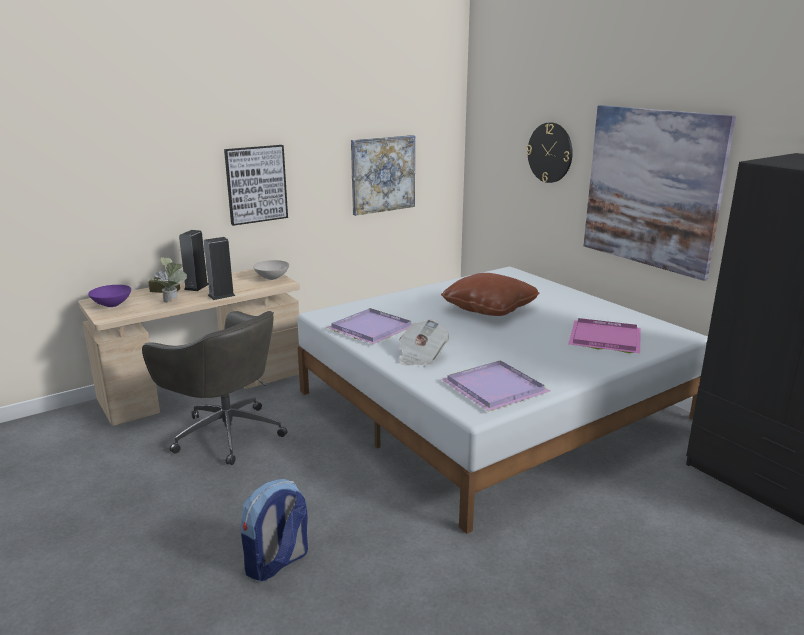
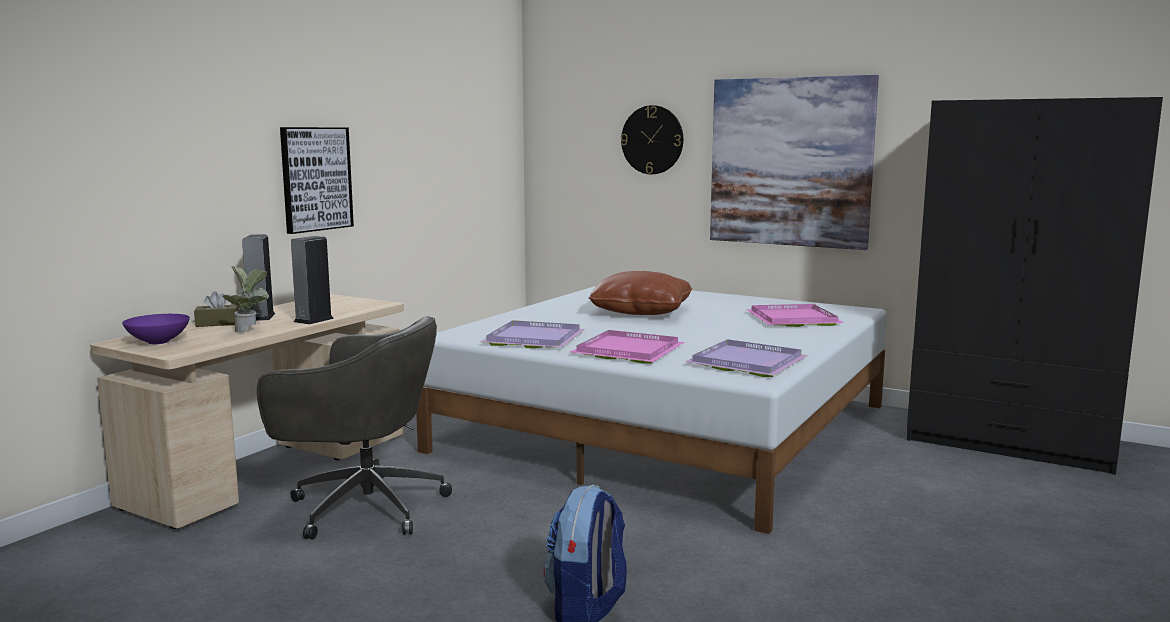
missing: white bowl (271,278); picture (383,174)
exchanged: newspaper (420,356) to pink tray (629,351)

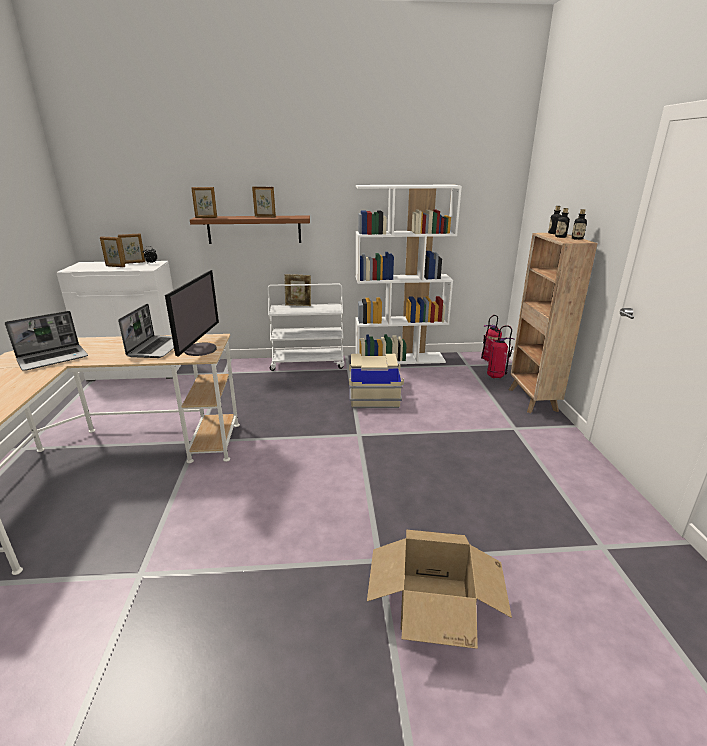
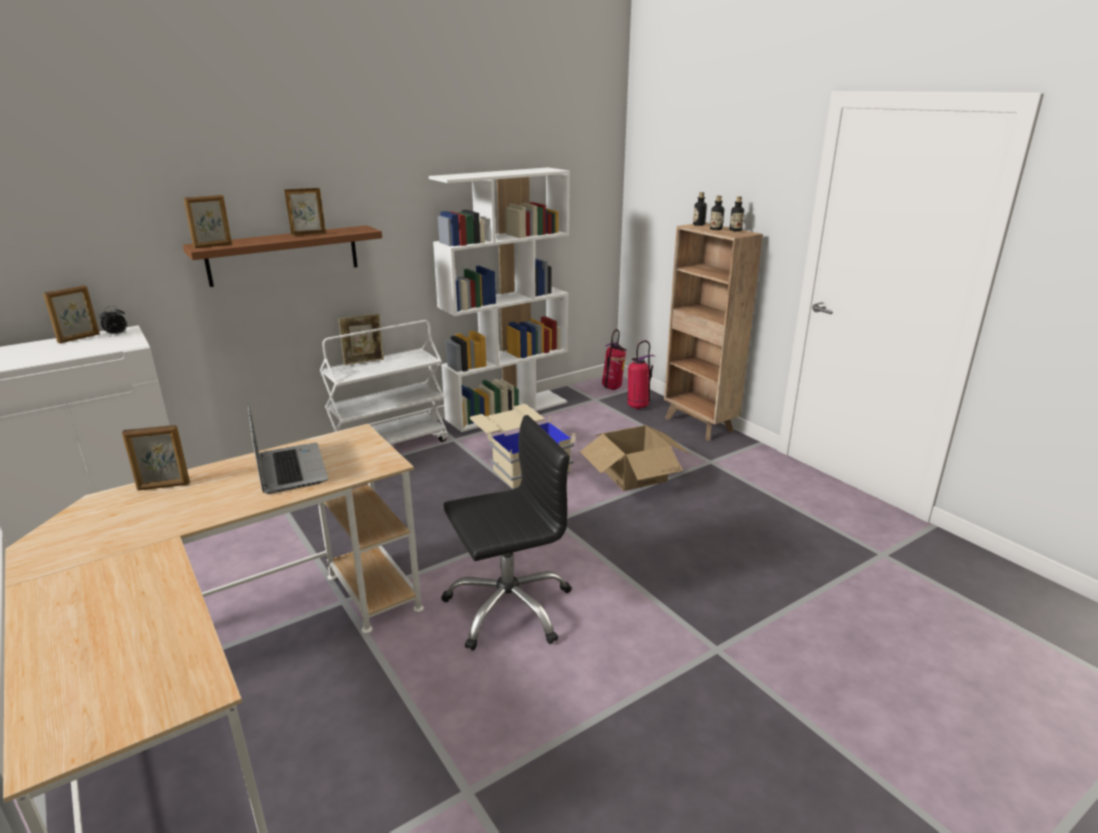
missing: laptop (53,358); monitor (199,349)
appeared: black office chair (508,607)
relocated: picture frame (115,266) to (163,486); cardboard box (435,604) to (634,474)

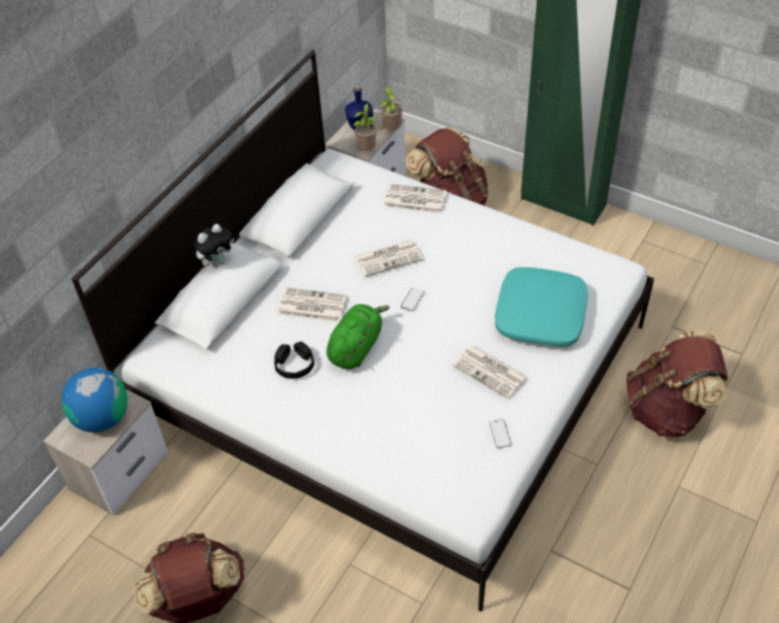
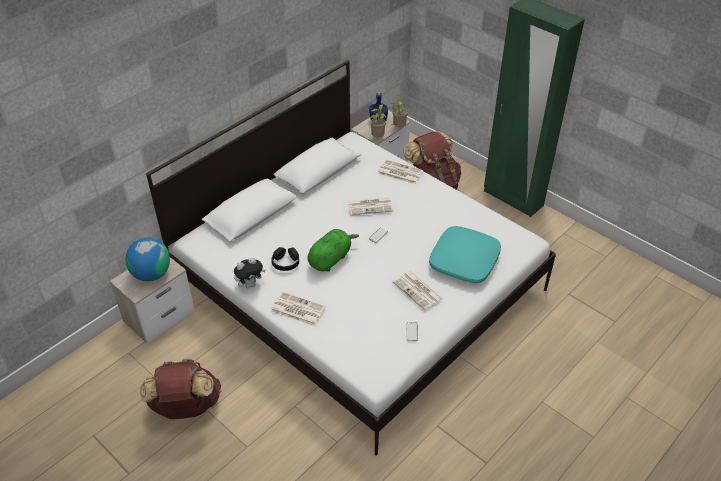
missing: brown backpack (668,410)
relocated: plush toy (217,262) to (250,284); newspaper (311,305) to (297,309)

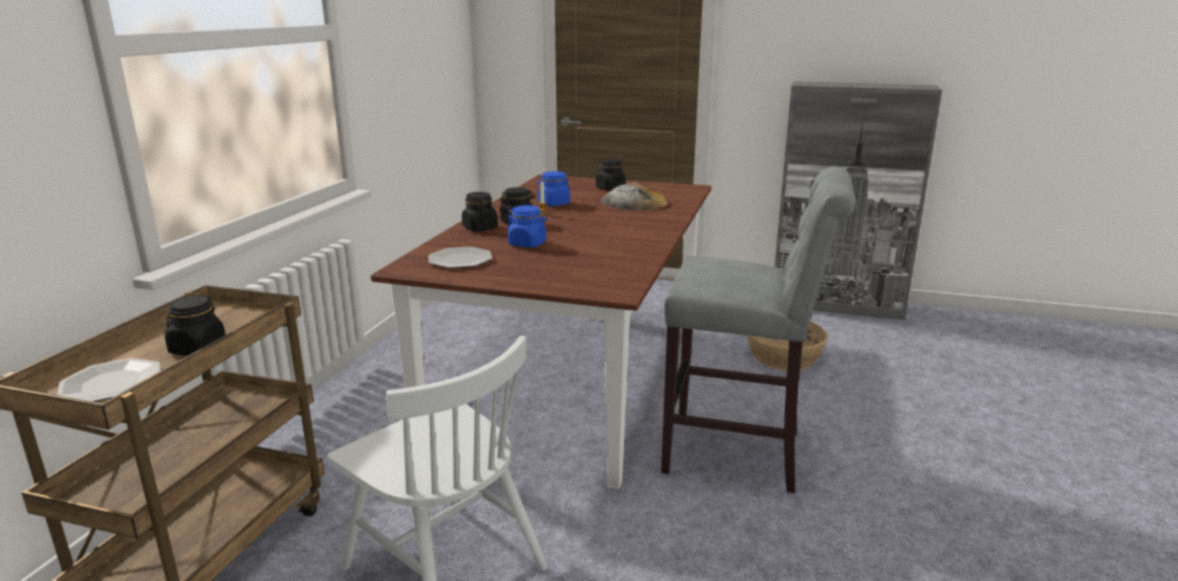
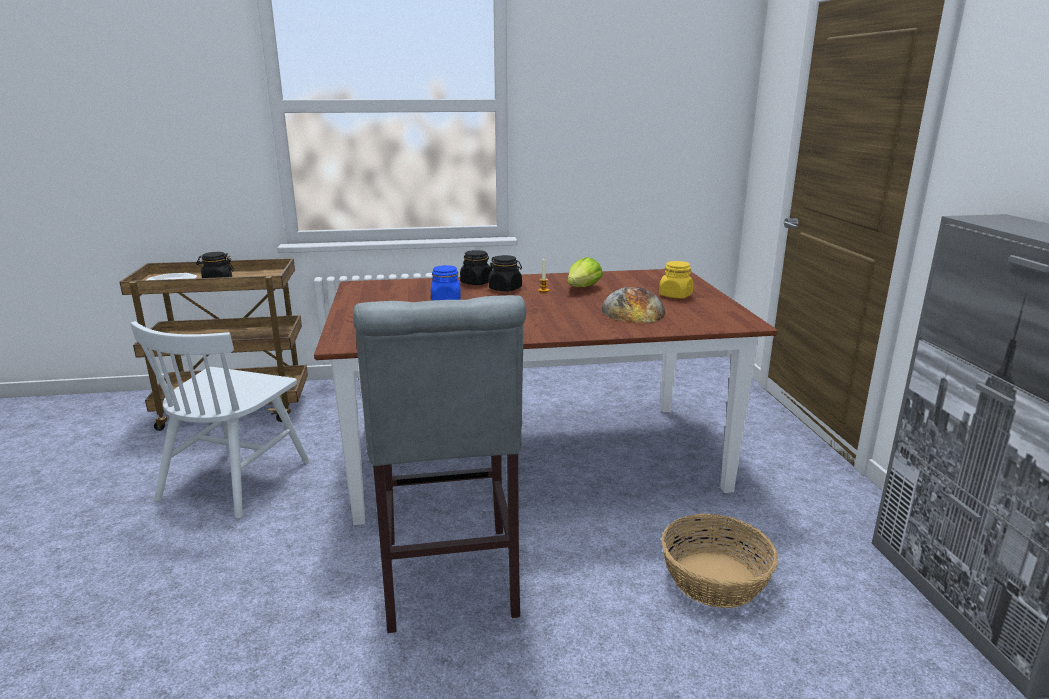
missing: plate (460,260)
exchanged: blue jar (553,204) to lettuce (583,288)
colour: black jar (610,188) to yellow jar (675,295)

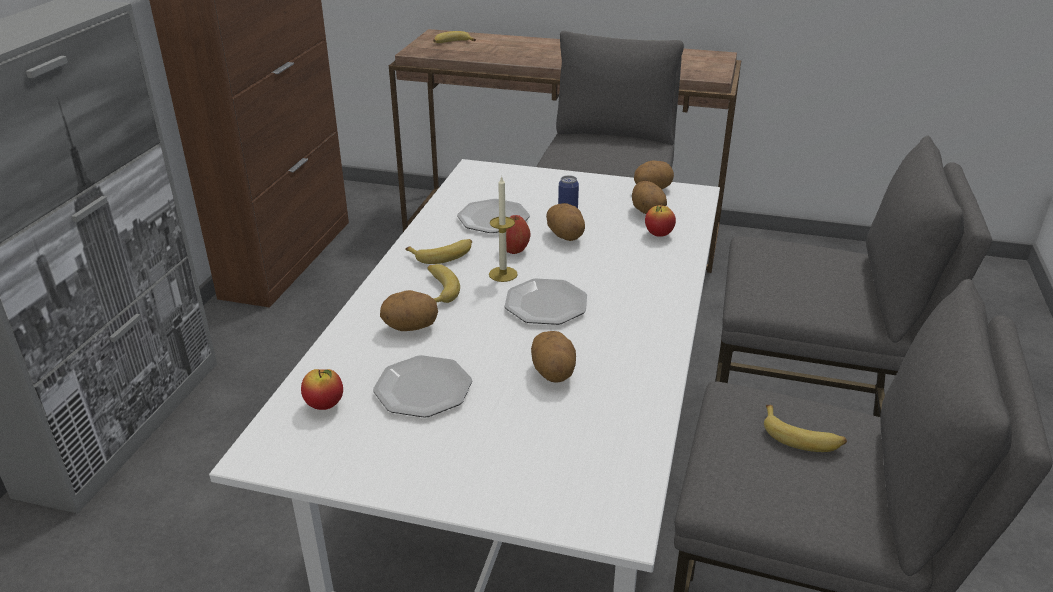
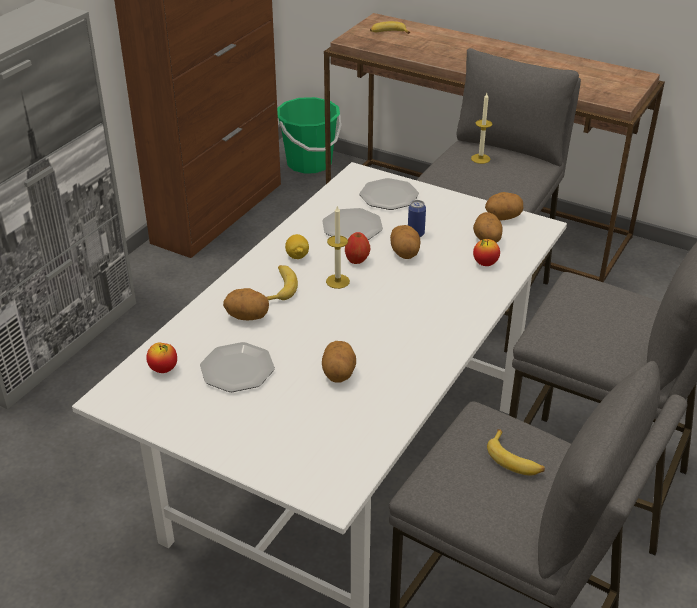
appeared: green bucket (309,163); candle (480,158)
relocated: plate (546,305) to (388,197)
exchanged: banana (443,255) to lemon (297,256)

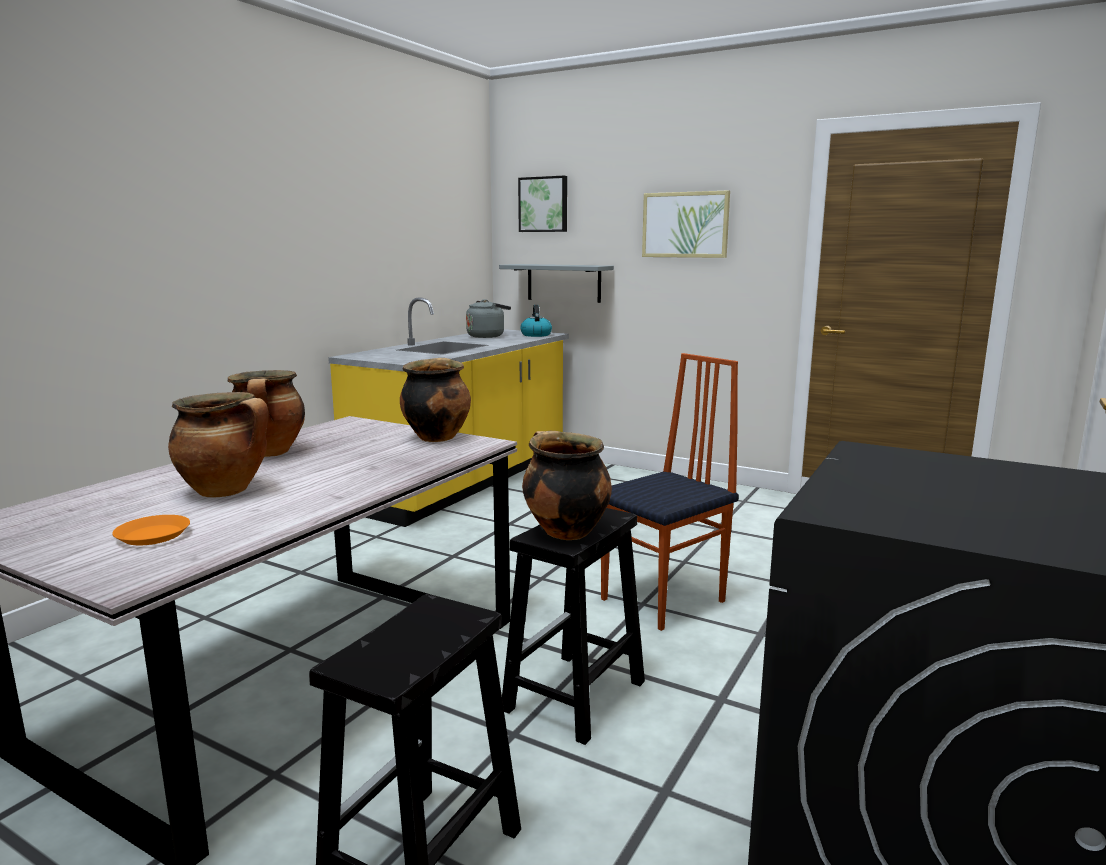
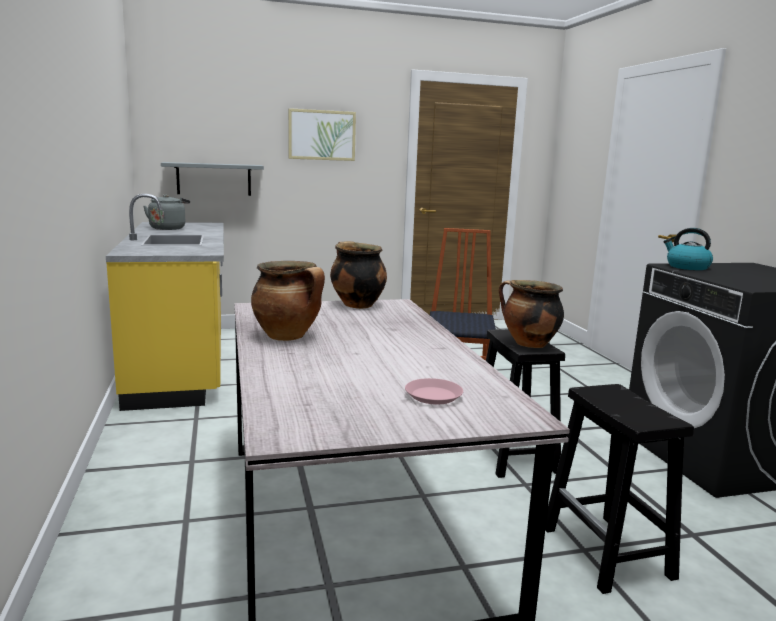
missing: cooking pot (226,491); picture (544,204)
relocated: kettle (536,335) to (687,267)
colour: orange plate (152,535) to pink plate (433,396)

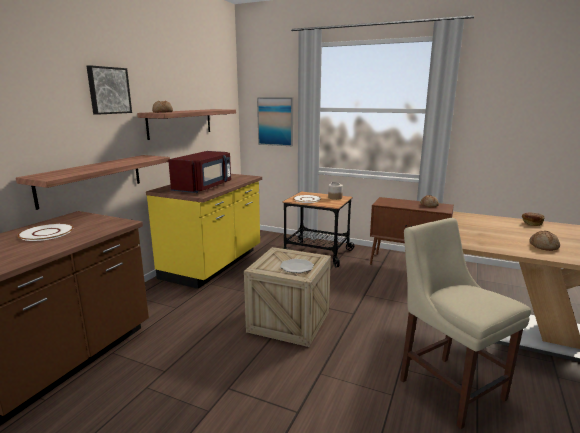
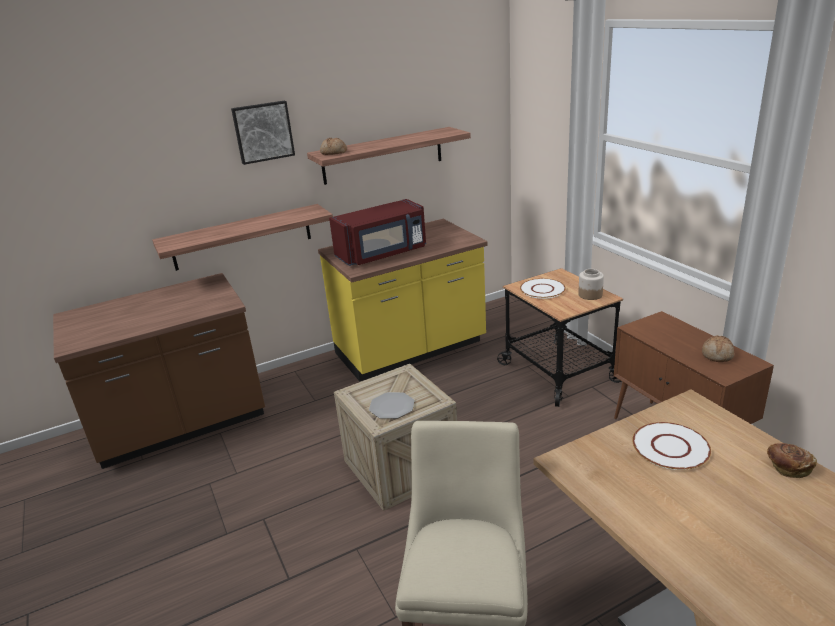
missing: picture (275,121); bread (543,246)
relocated: white plate (47,233) to (671,447)

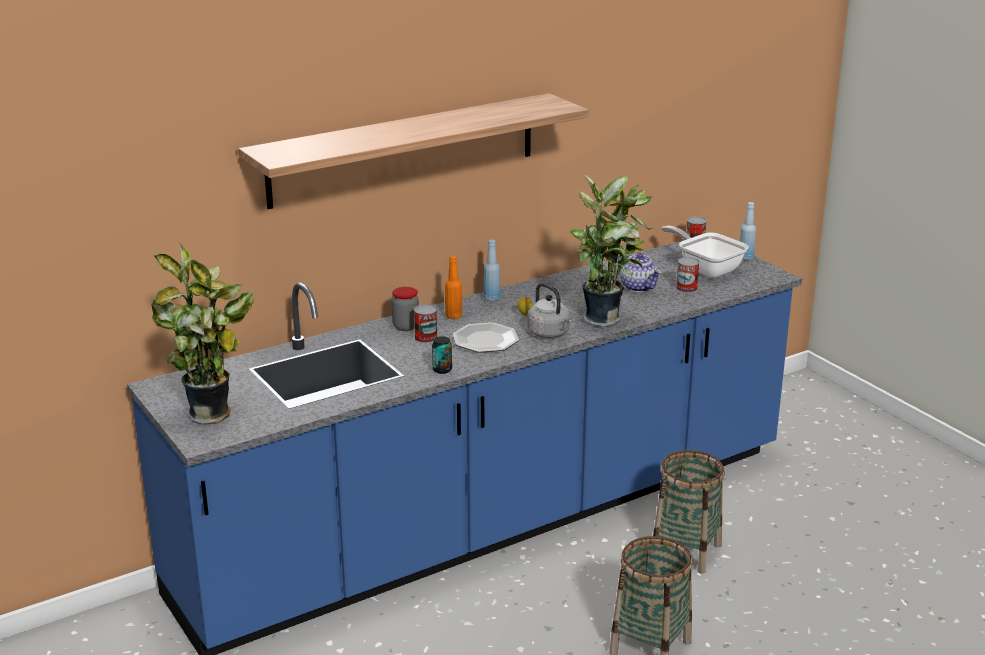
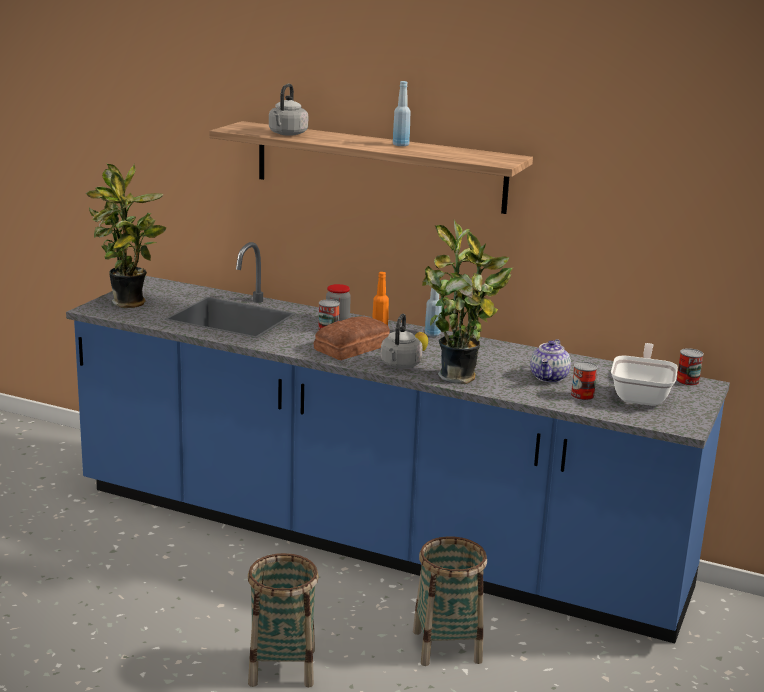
missing: can (442,370)
appeared: grey kettle (287,134)
relocated: blue bottle (746,258) to (400,145)
exchanged: plate (485,340) to bread (354,348)

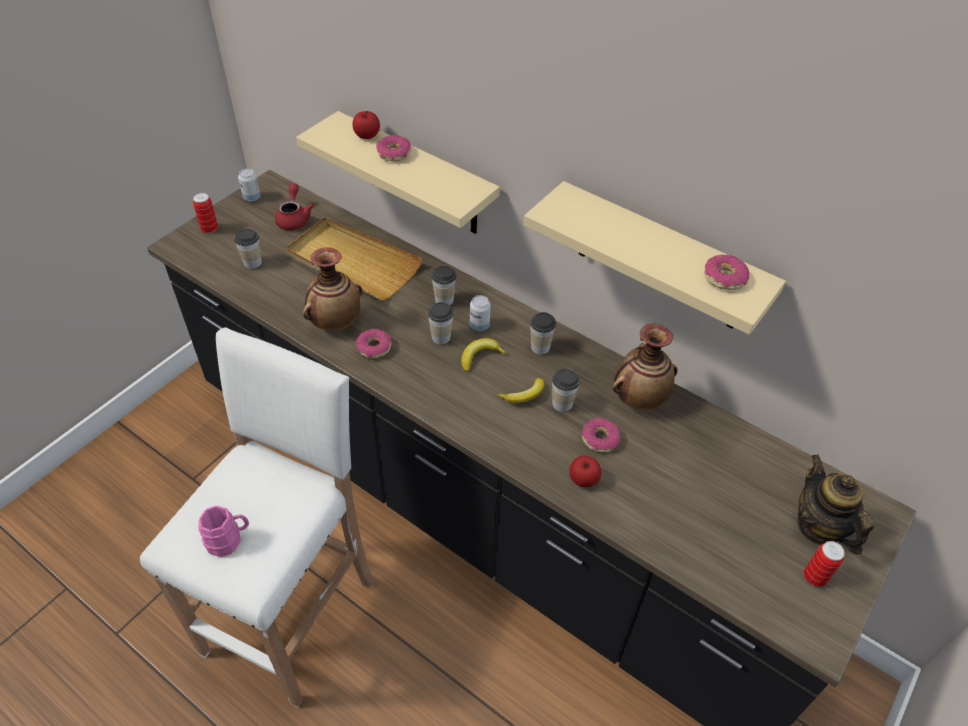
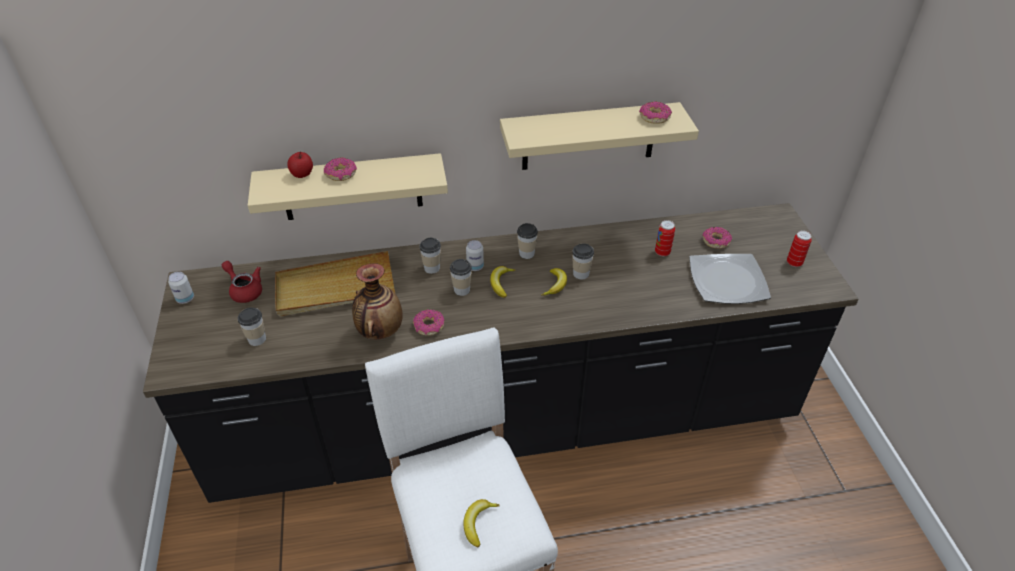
missing: apple (583,479); vase (639,398); teapot (819,527)
appeared: plate (727,281)
relocated: can (210,229) to (662,252); donut (600,439) to (716,241)
exchanged: pink mug (229,540) to banana (478,523)

